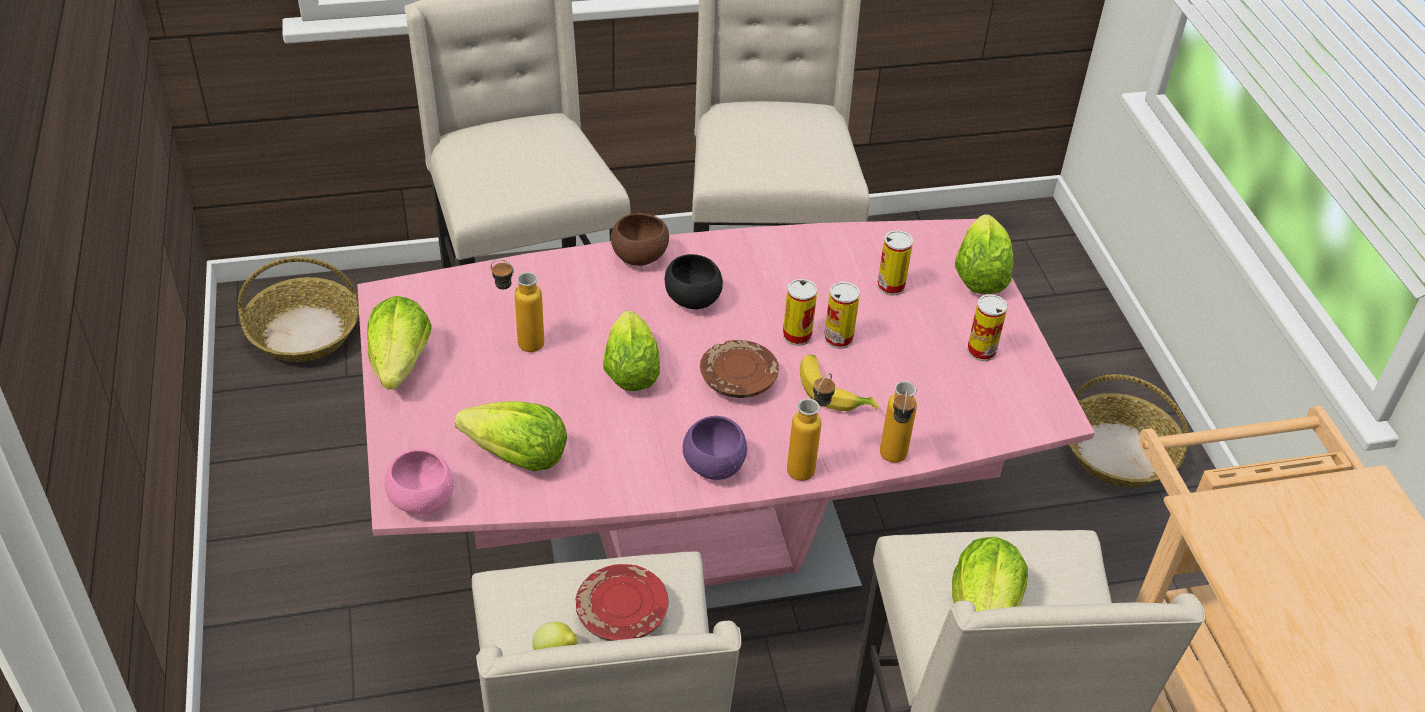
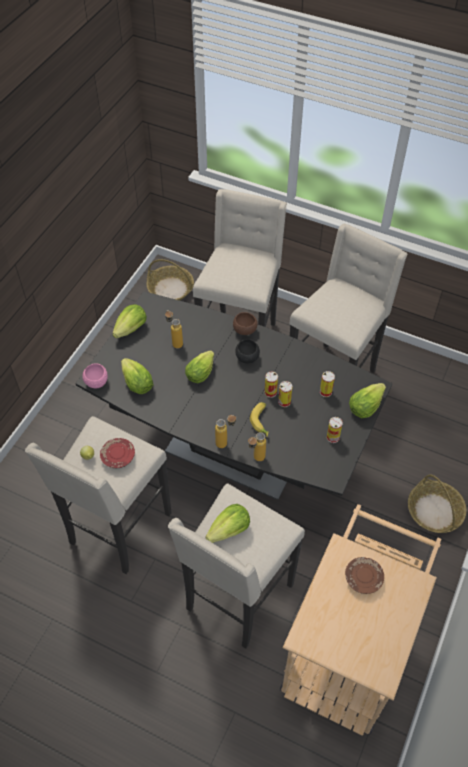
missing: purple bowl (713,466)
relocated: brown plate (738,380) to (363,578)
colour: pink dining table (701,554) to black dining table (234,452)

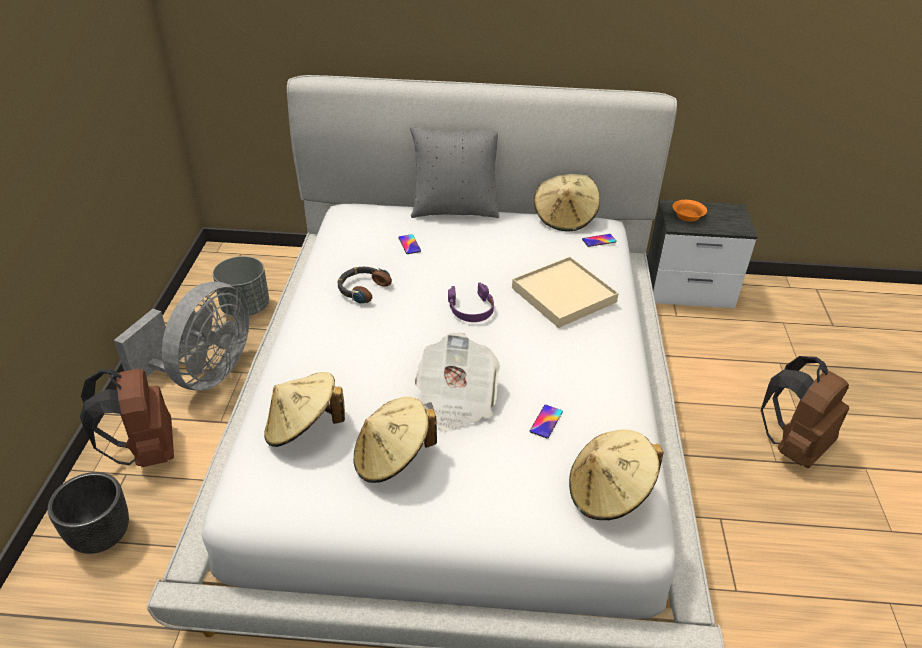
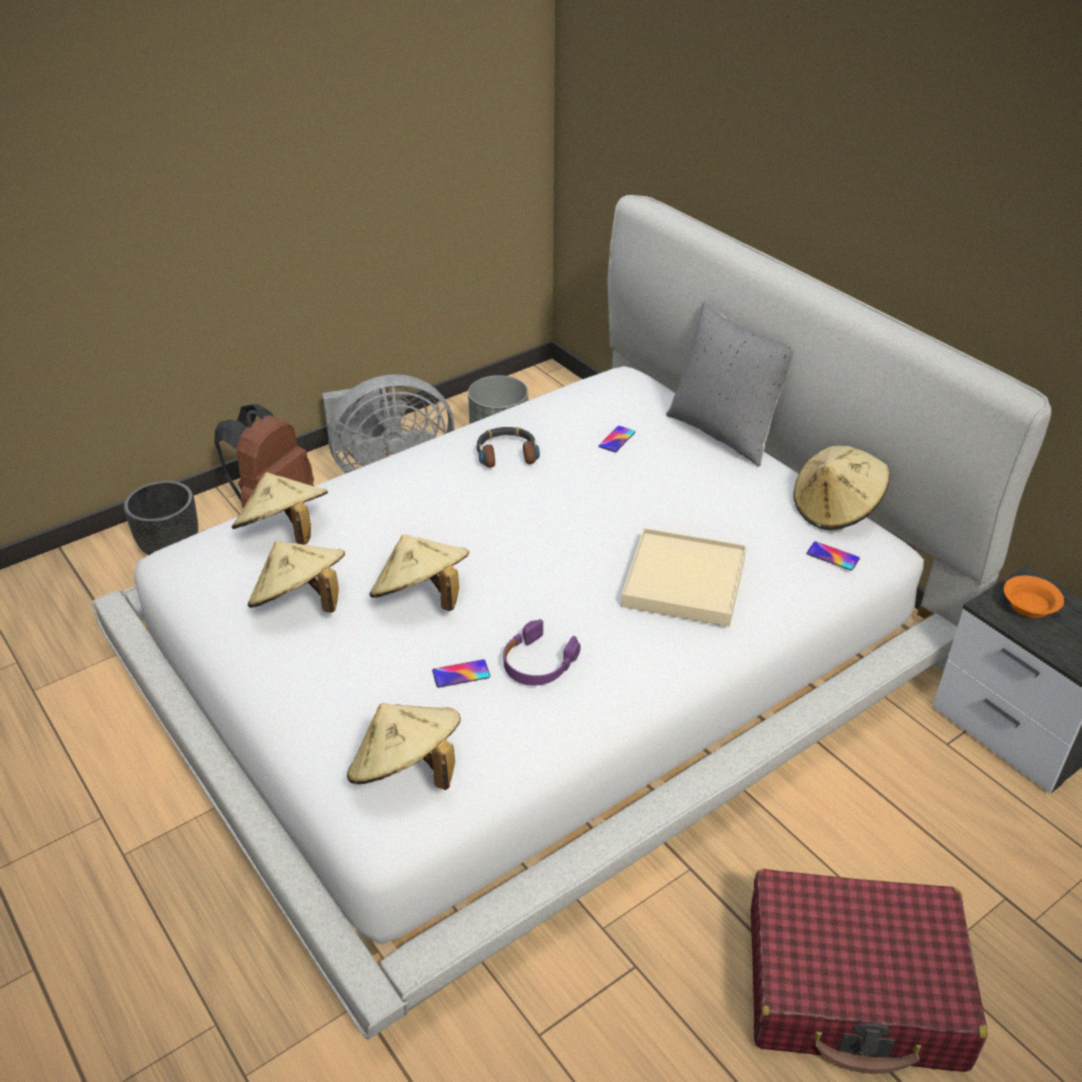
relocated: purple headphones (471,309) to (537,663)
exchanged: newspaper (456,400) to beige hat (422,598); brown backpack (793,446) to red suitcase (854,988)

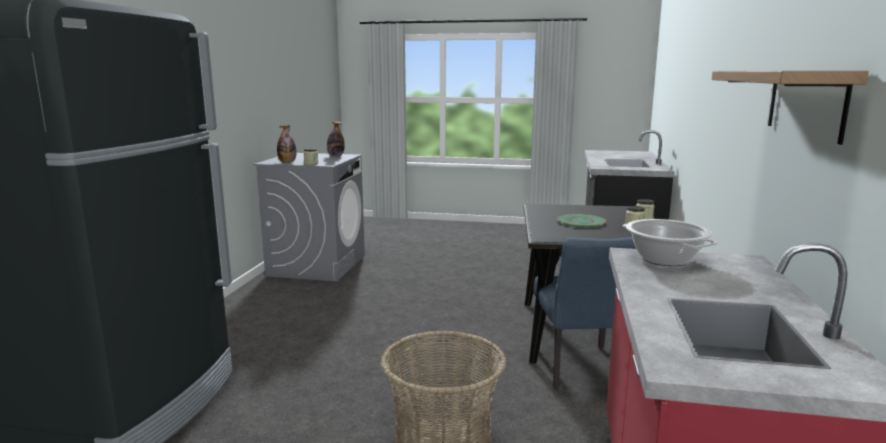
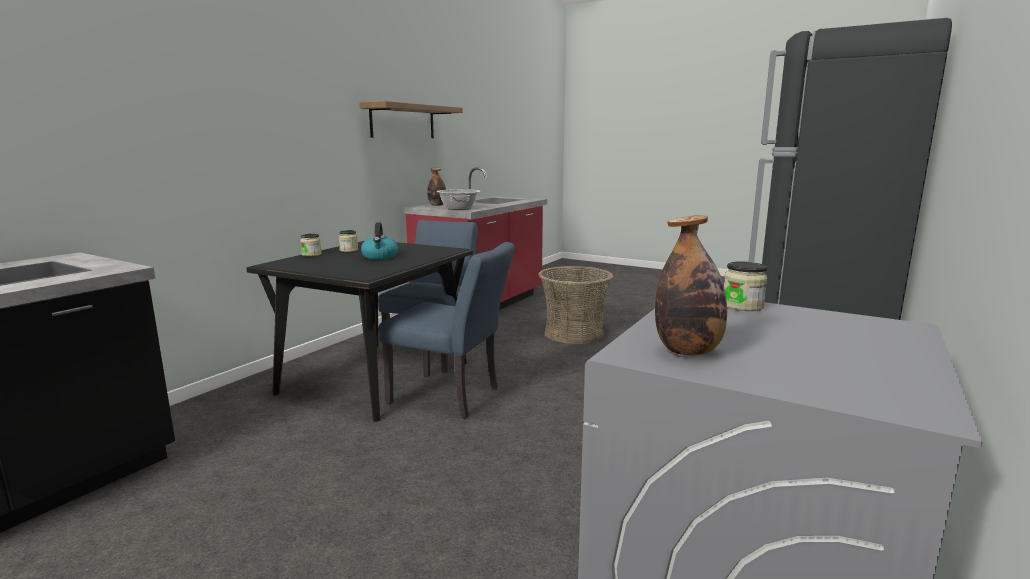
appeared: blue chair (451,397)
relocated: bottle (287,162) to (437,205)
exchanged: green plate (581,222) to kettle (380,257)

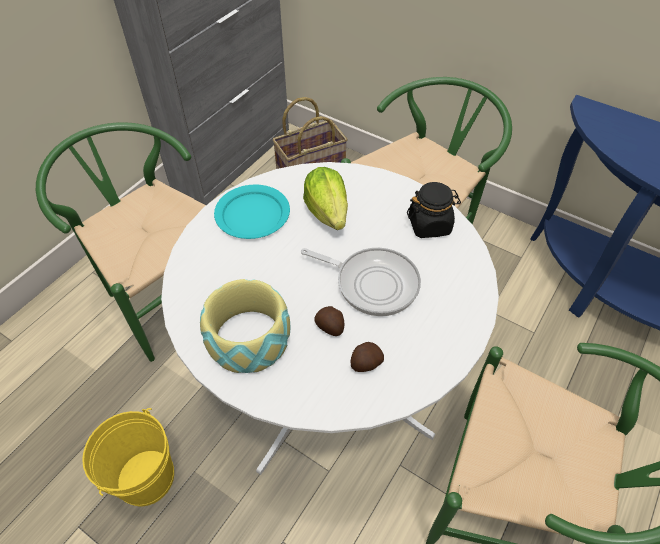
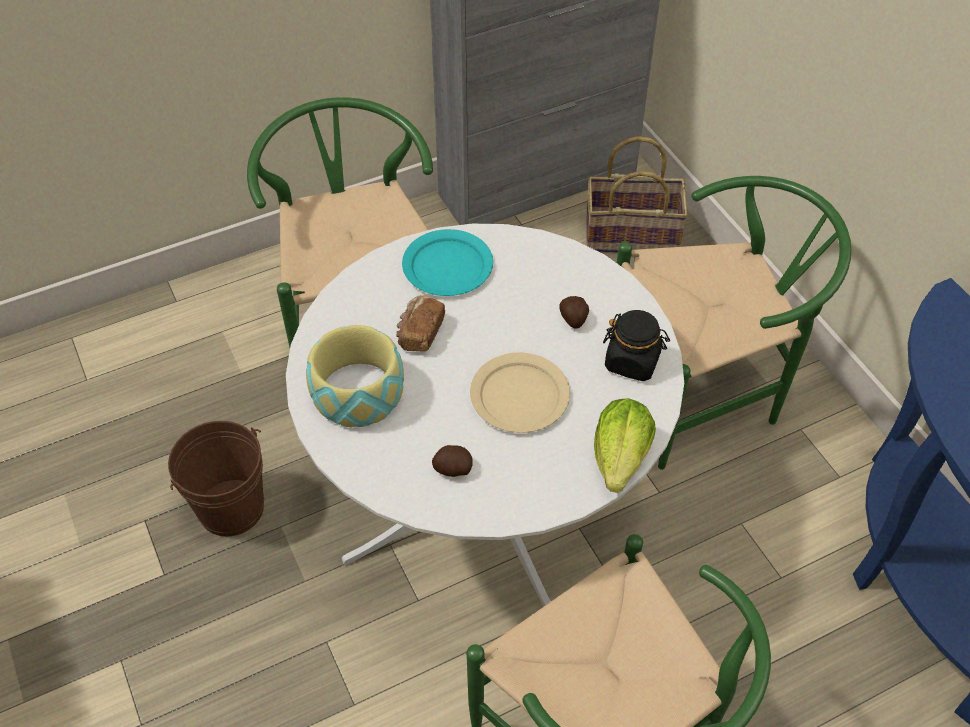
appeared: bread (419,333)
relocated: potato (330,327) to (573,319); lettuce (327,212) to (620,458)
exchanged: frying pan (372,283) to beige plate (520,395)
colour: yellow bucket (146,478) to brown bucket (231,508)

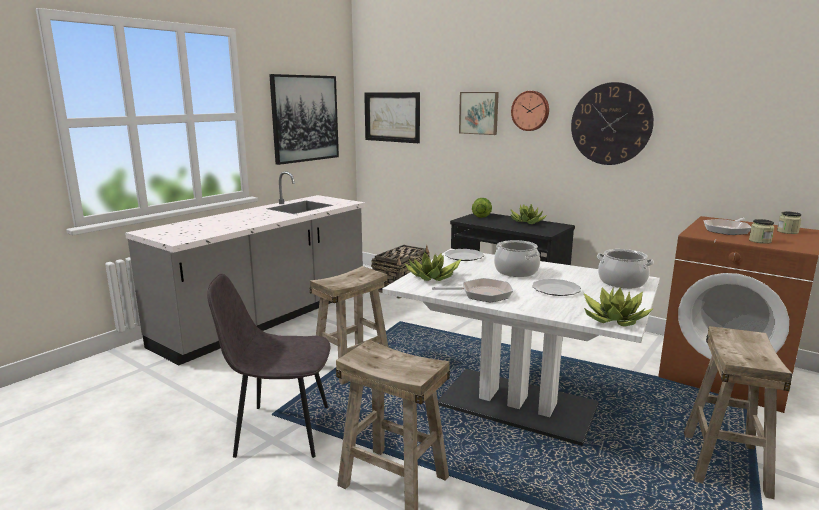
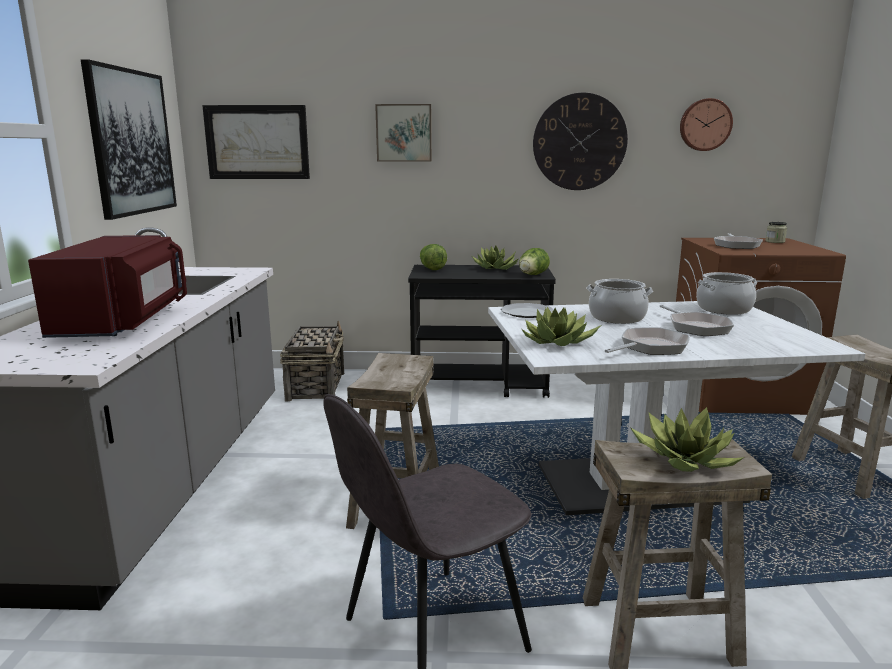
missing: jar (760,241)
appeared: red microwave (125,321); lettuce (532,275)
relocated: potted plant (612,319) to (685,460); wall clock (530,110) to (705,125)
exchanged: plate (556,289) to frying pan (696,327)

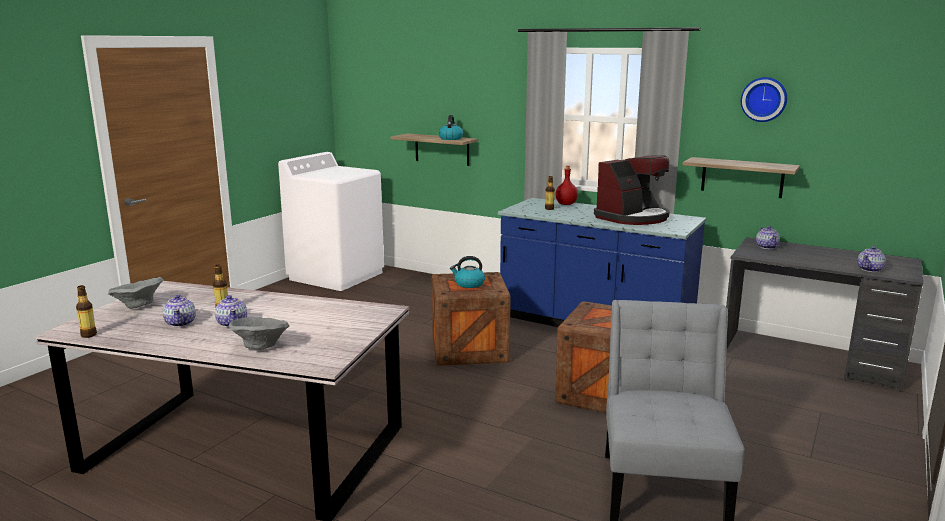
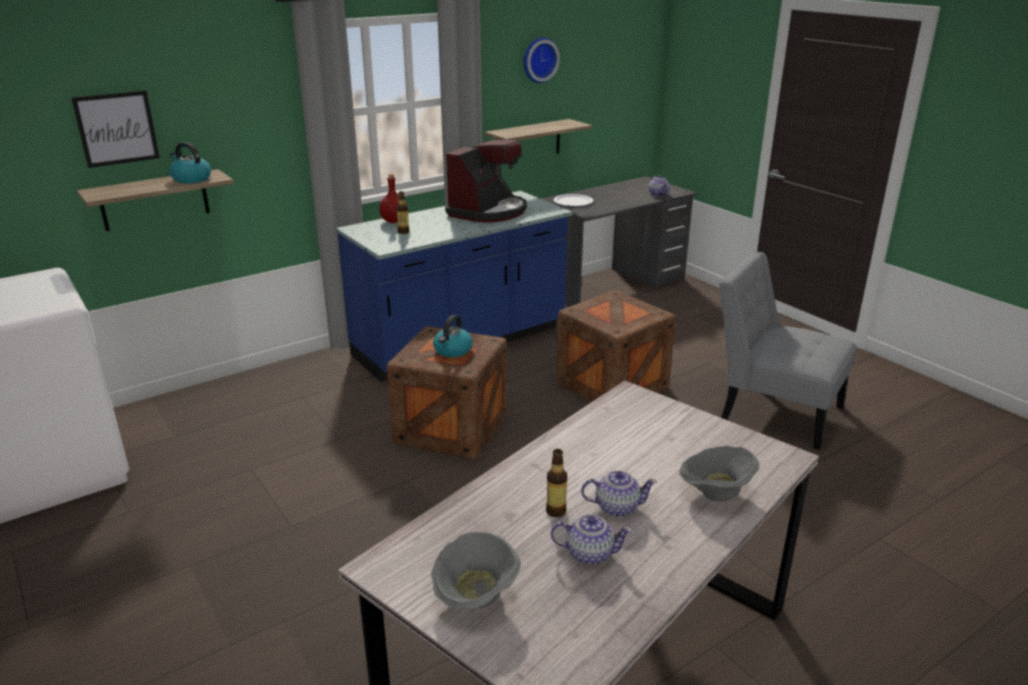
missing: bottle (89,335)
appeared: picture (117,128)
exchanged: teapot (767,247) to plate (573,201)
spun: coffee machine (633,217) = (488,211) 45 degrees clockwise

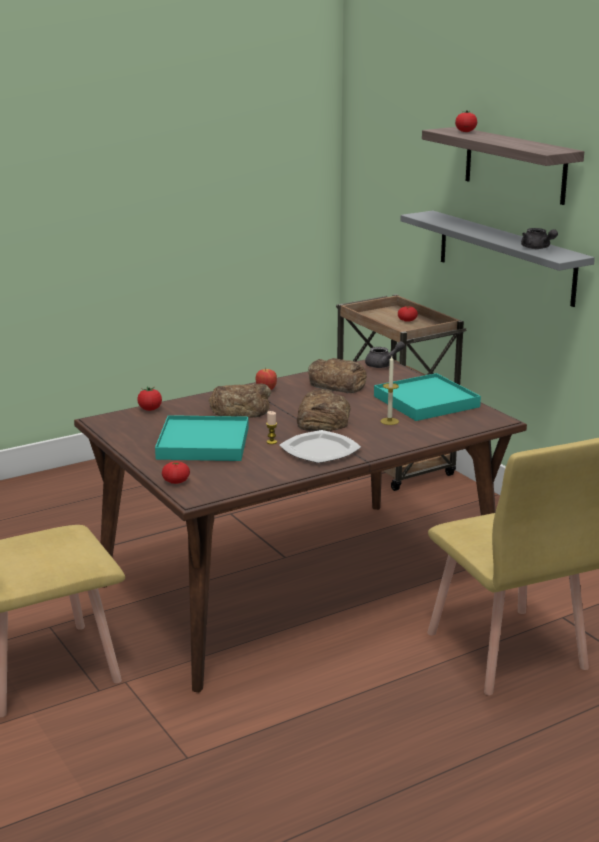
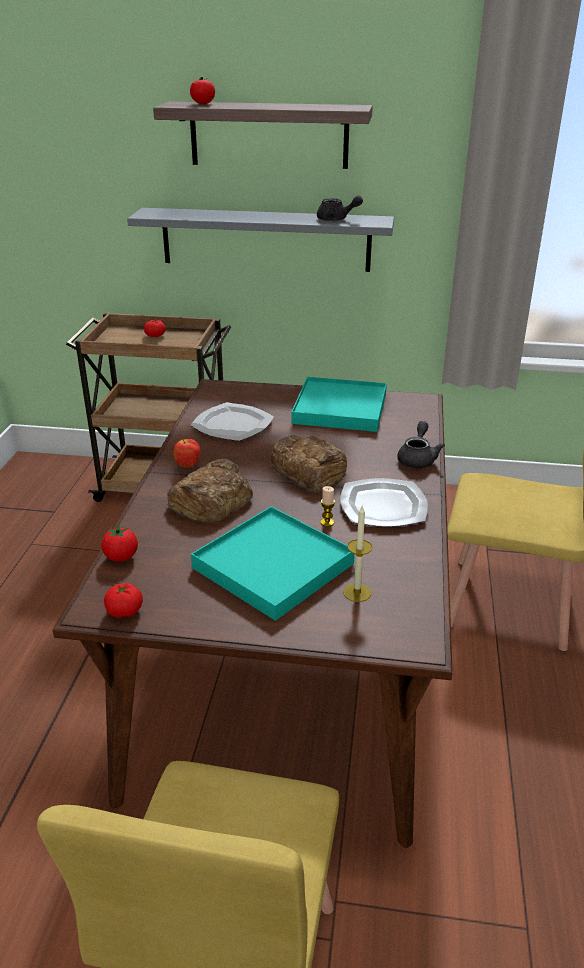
relocated: tomato (176,481) to (124,611); candle (389,421) to (357,592); grey teapot (383,365) to (417,458)
exchanged: bread (337,383) to plate (232,425)

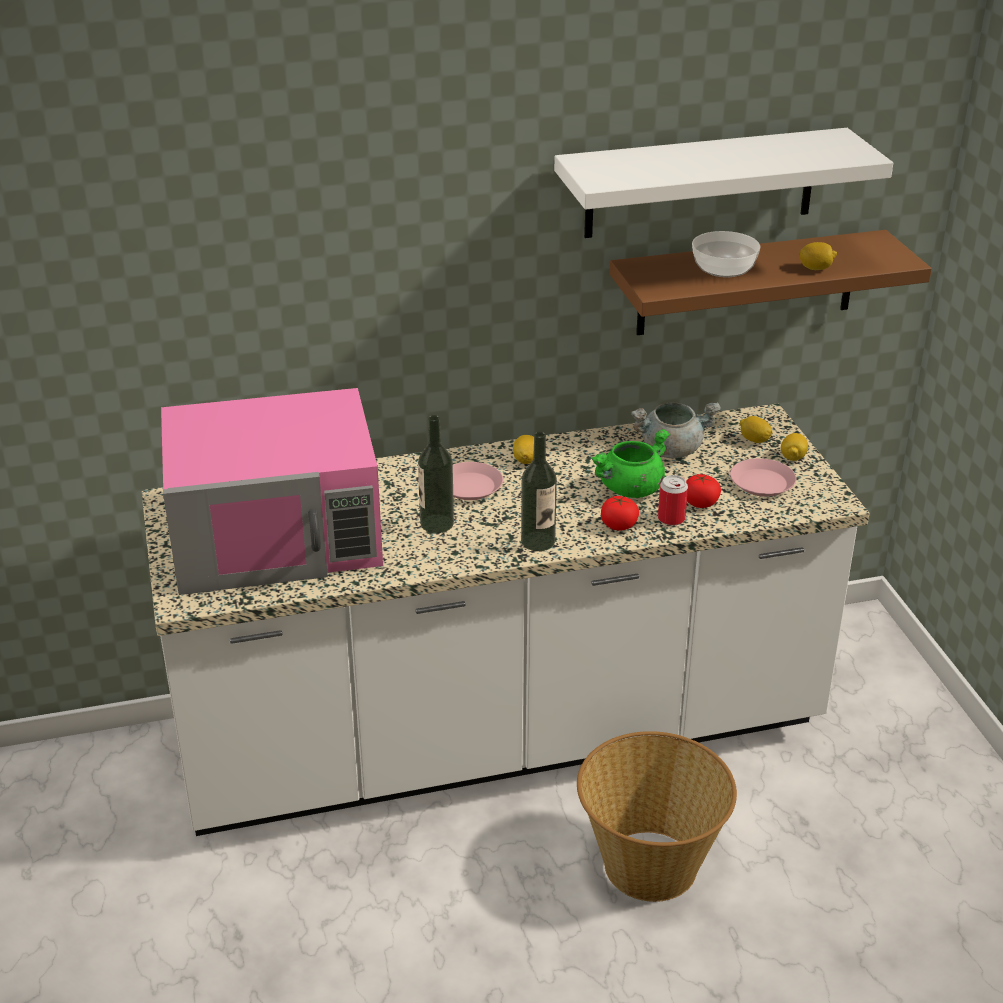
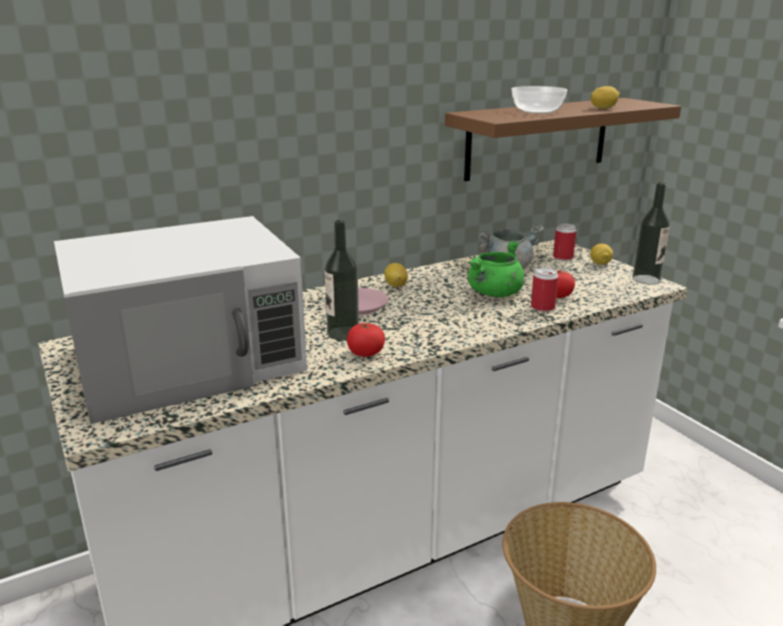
missing: white shelf (700,183); pink plate (761,483)
relocated: tomato (619,526) to (366,353); bottle (538,541) to (646,279)
exchanged: lemon (754,440) to can (563,257)
colour: pink microwave (278,535) to white microwave (190,359)

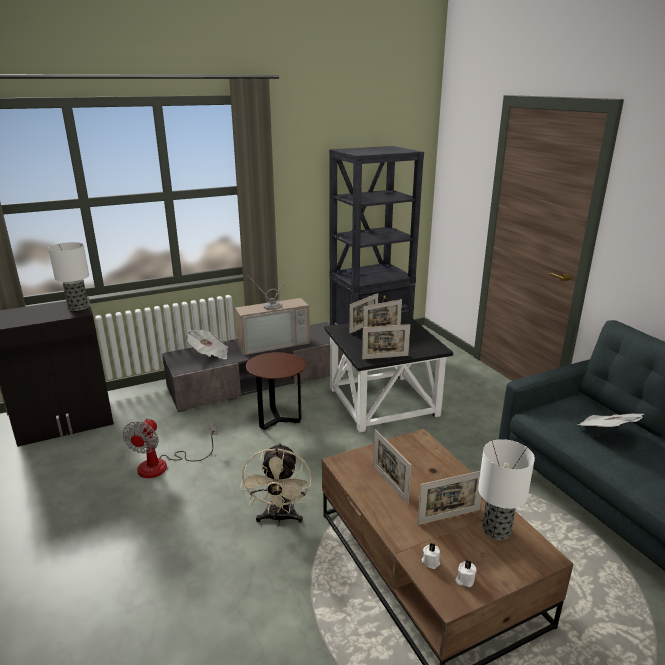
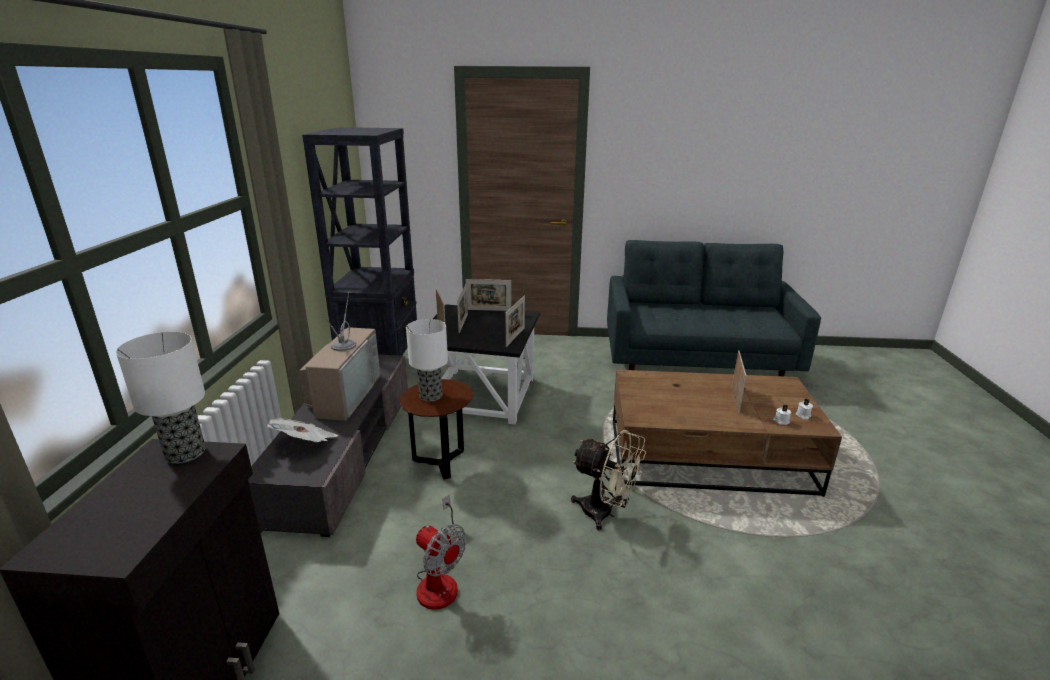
missing: newspaper (606,432)
relocated: table lamp (495,529) to (430,396); picture frame (390,484) to (488,310)

